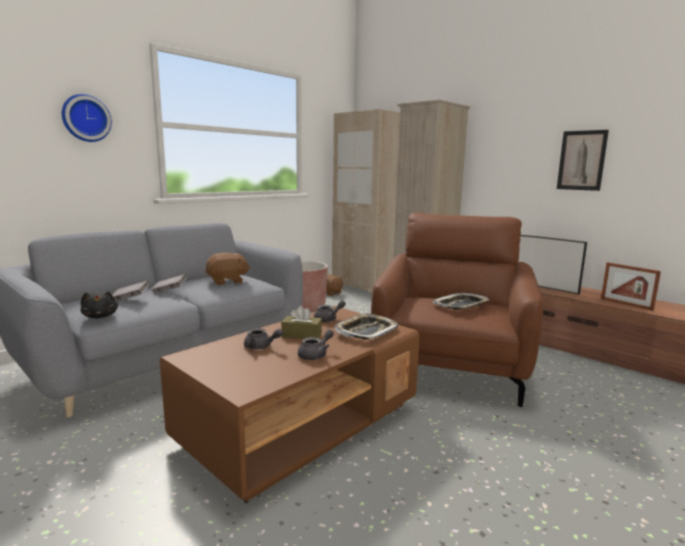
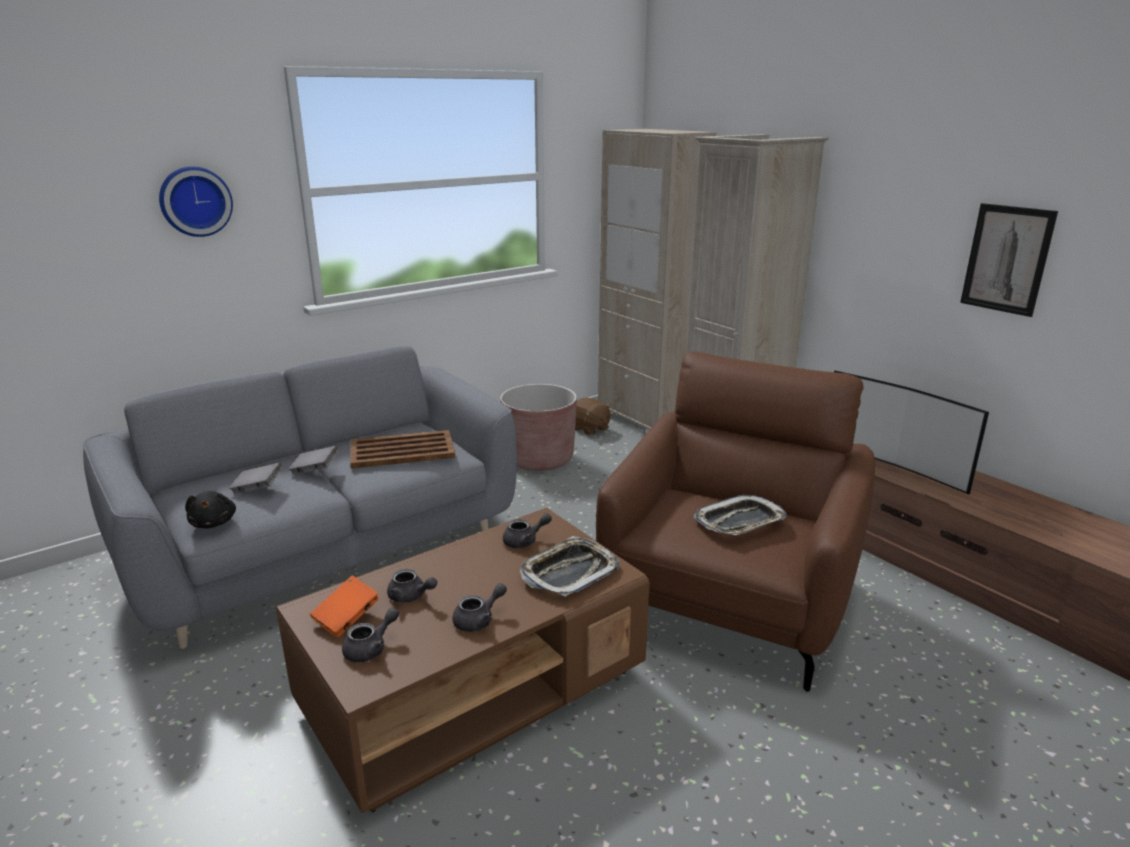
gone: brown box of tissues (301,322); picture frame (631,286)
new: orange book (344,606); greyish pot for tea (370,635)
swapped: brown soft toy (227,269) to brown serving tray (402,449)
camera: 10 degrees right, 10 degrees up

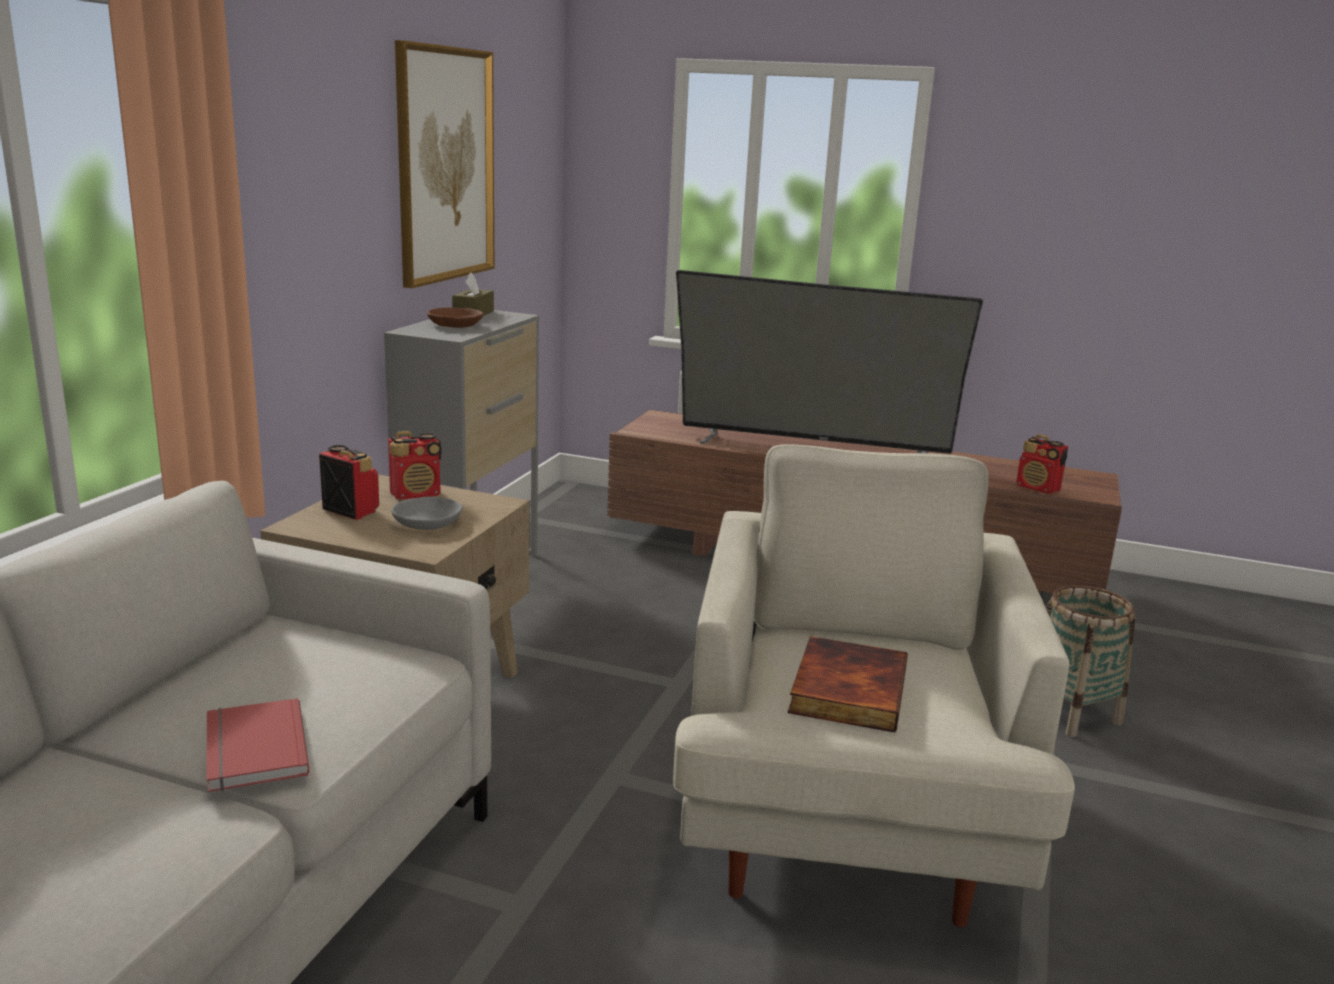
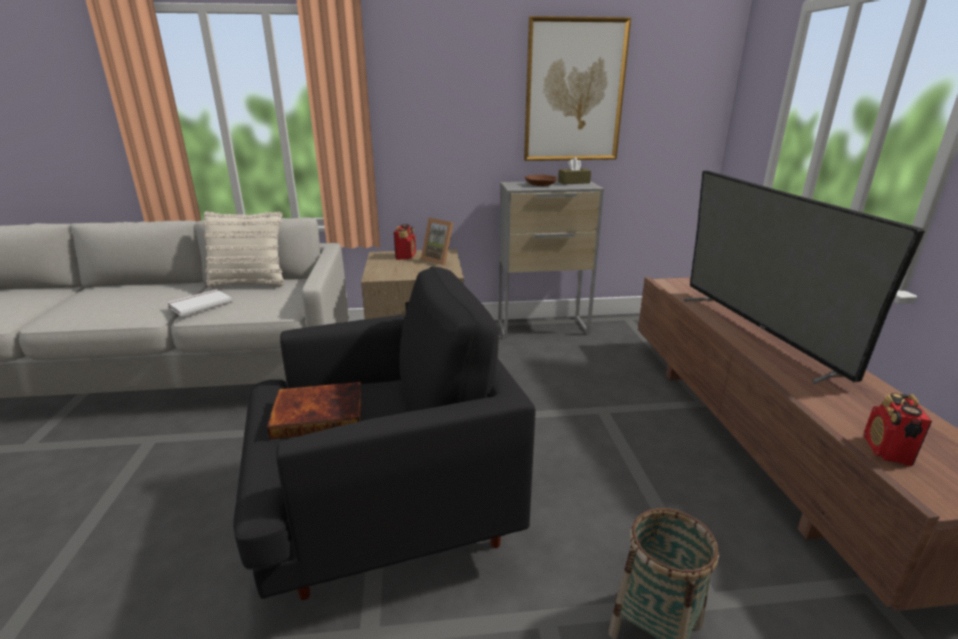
gone: greyish bowl (427,513)
new: sand-coloured cushion (243,249)
swapped: radio set (415,465) to picture frame (437,242)
repainted: red book (257,745) to white book (199,303); sand-coloured easy chair (874,685) to black-coloured easy chair (384,433)
camera: 65 degrees right, 5 degrees up

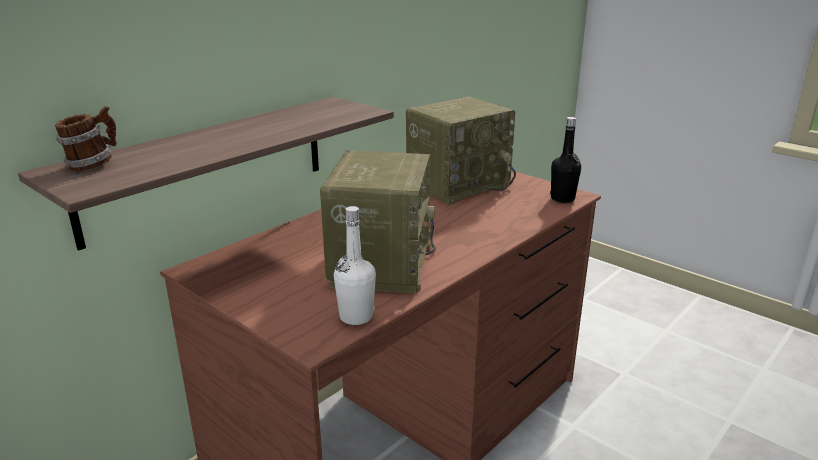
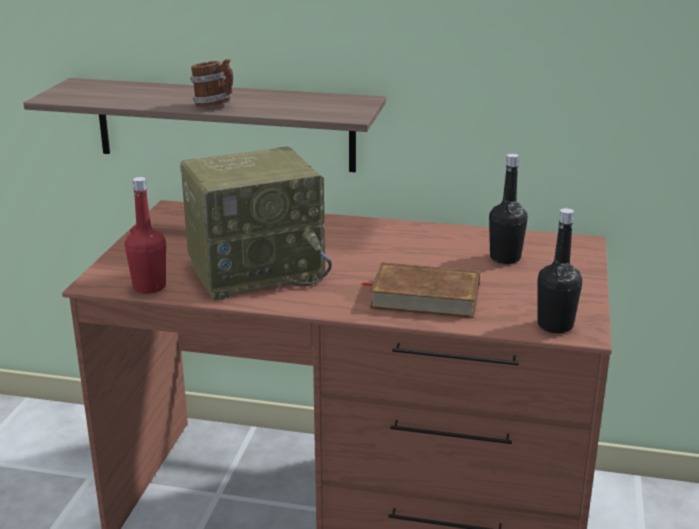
new: brown book (420,290)
shifted: mug (86,138) to (211,83)
swapped: radio set (461,150) to black-coloured bottle (508,209)
repainted: white bottle (355,265) to red bottle (145,235)
camera: 60 degrees right, 0 degrees up

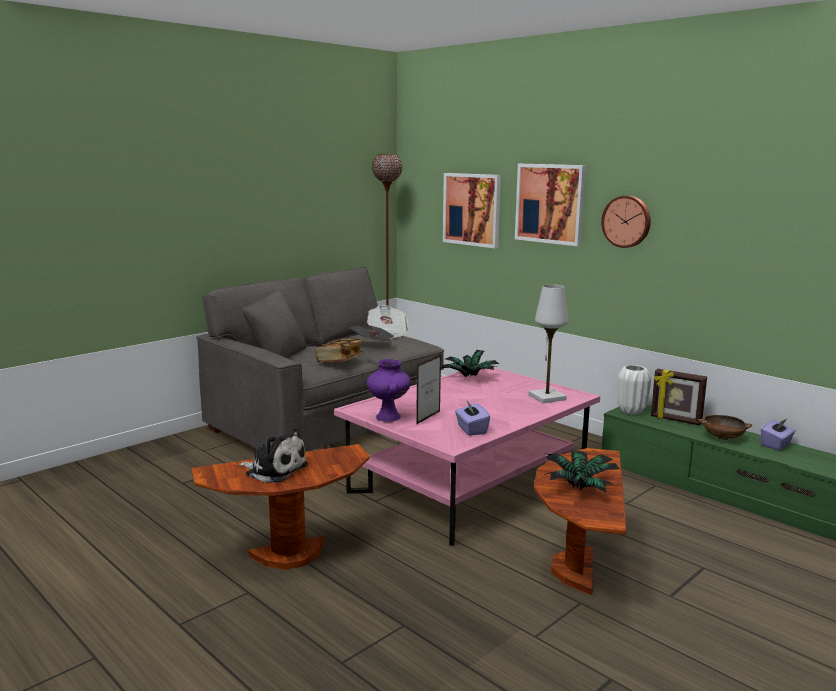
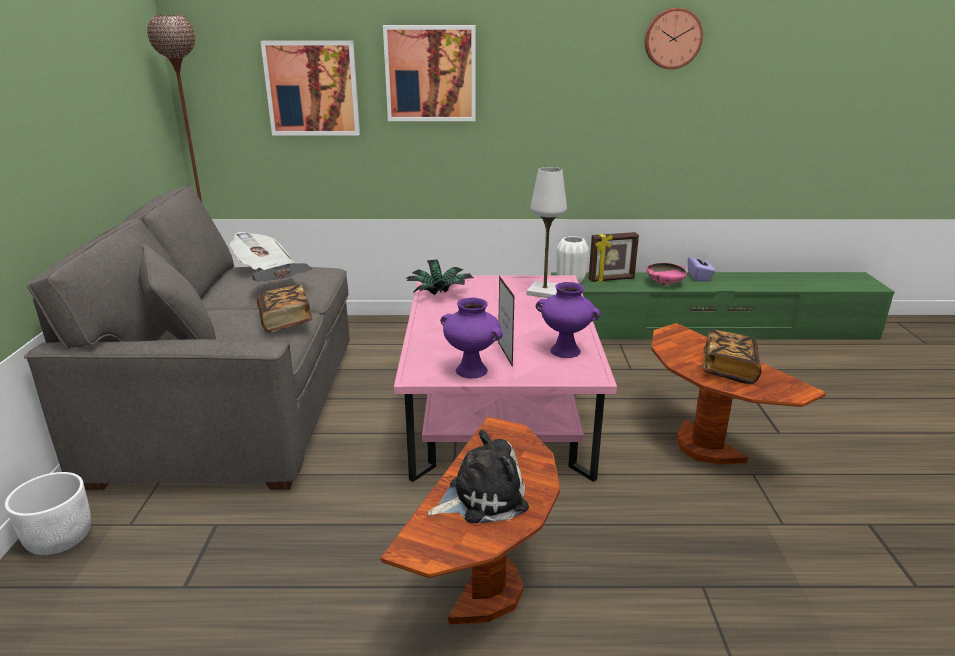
new: white plant pot (48,513)
shifted: clock on the wall (626,222) to (674,38)
swapped: purplish box of tissues (472,417) to purplish vase (568,320); potted plant (581,472) to book (732,357)
repainted: brown bowl (725,427) to pink bowl (666,274)
camera: 45 degrees left, 10 degrees up

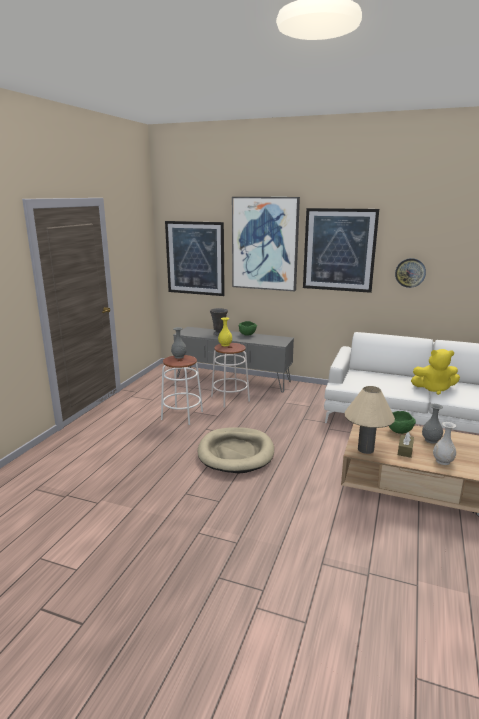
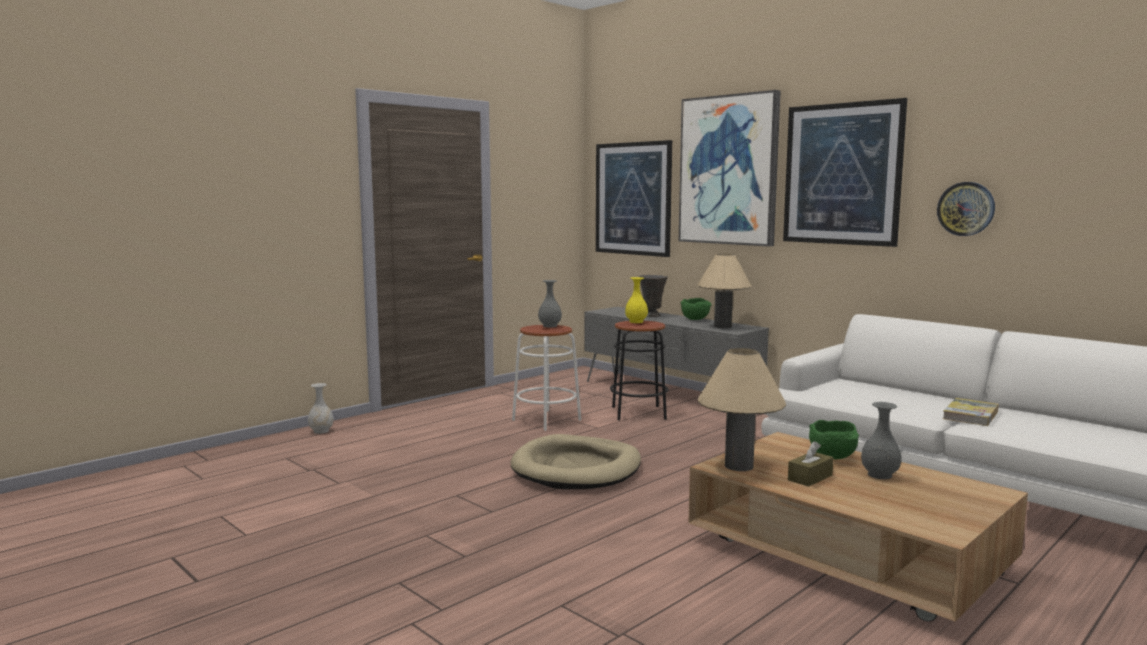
new: sand-coloured tabletop lamp (724,291)
shifted: white vase (444,443) to (320,408)
swapped: yellowish soft toy (435,372) to book (971,412)
repainted: white stool seat (230,375) to black-coloured stool seat (639,371)
camera: 25 degrees right, 10 degrees down

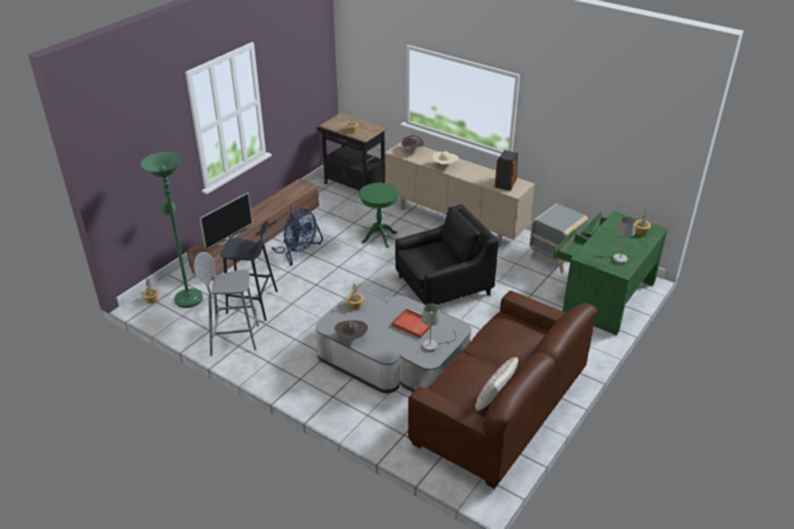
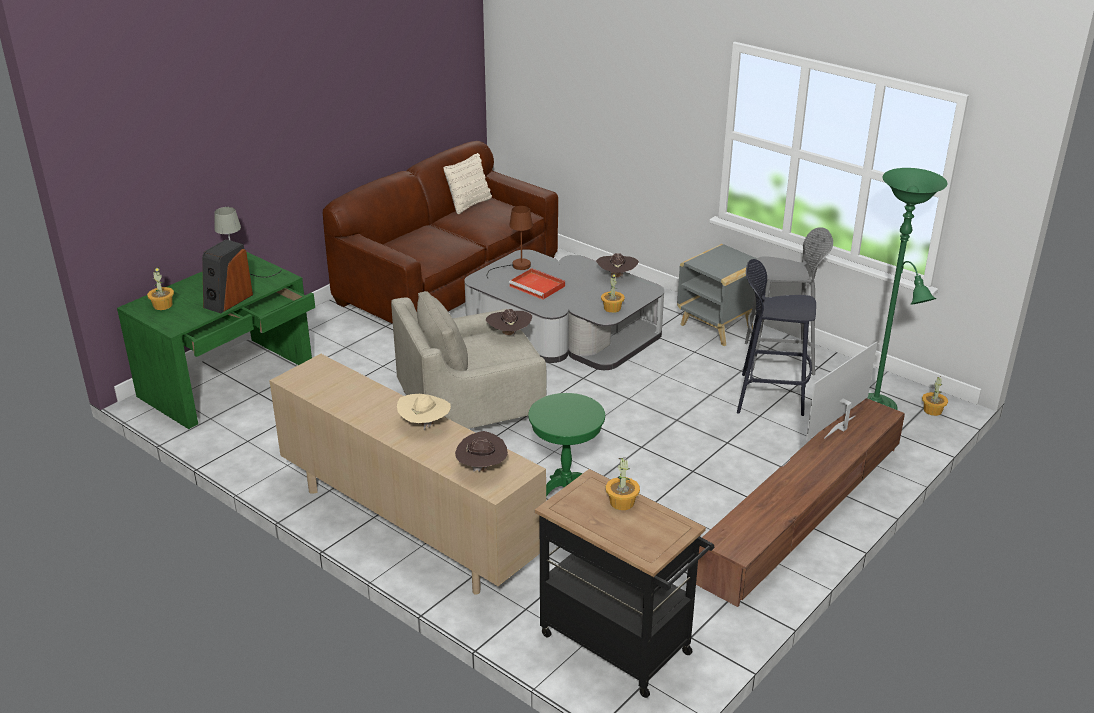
gone: blue-coloured fan (297,237)
new: brown wearable hat (509,322)
shifted: loudspeaker (506,170) to (227,276); greyish end table (559,238) to (717,295)
repainted: black-coloured easy chair (447,254) to sand-coloured easy chair (469,360); greyish tabletop lamp (438,327) to brown tabletop lamp (510,242)
camera: 175 degrees left, 5 degrees down

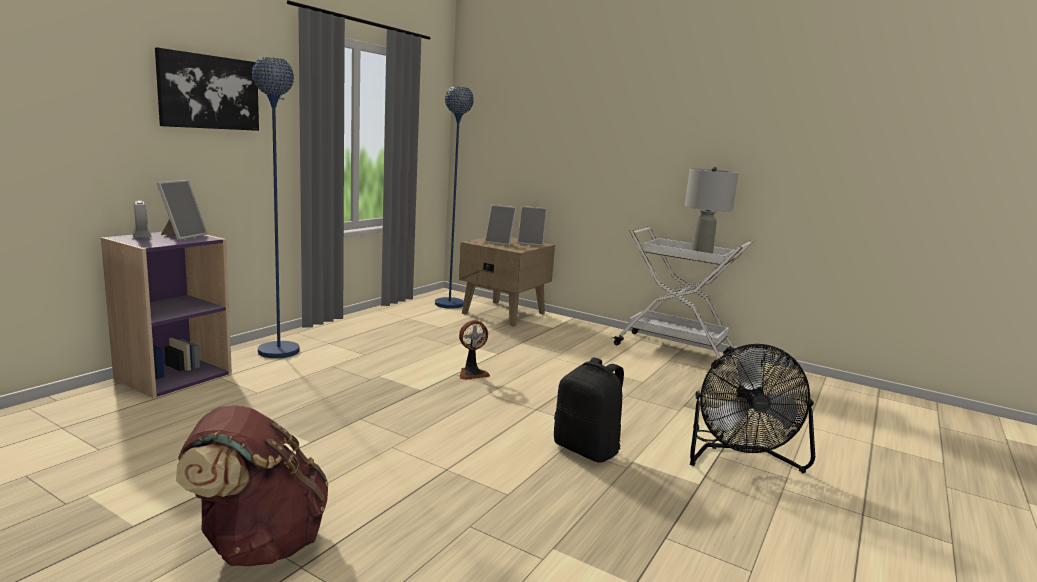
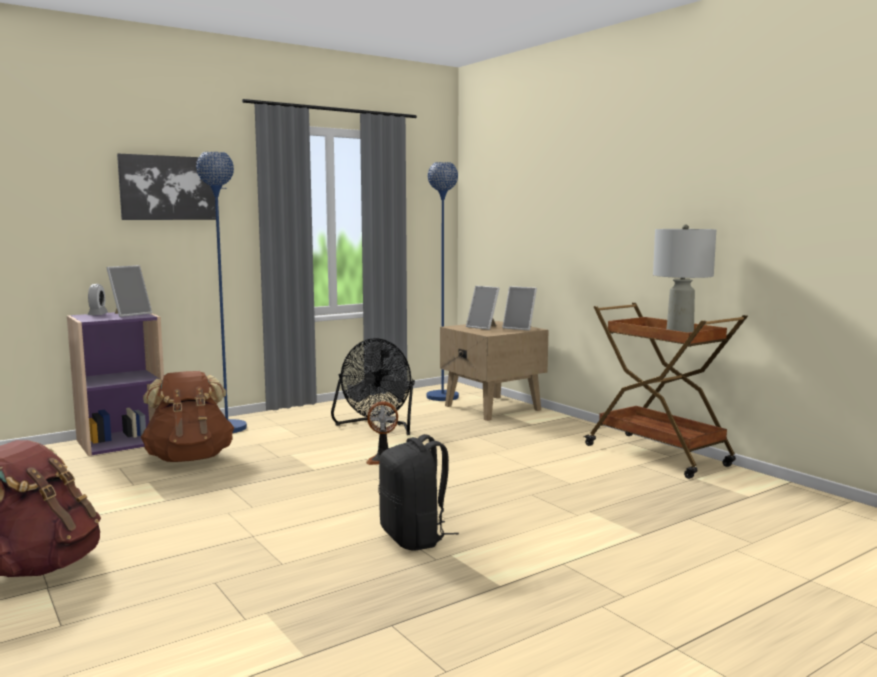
new: brown backpack (187,416)
shifted: black-coloured fan (752,408) to (373,386)
repainted: white cart (683,297) to brown cart (665,390)
camera: 25 degrees right, 5 degrees down

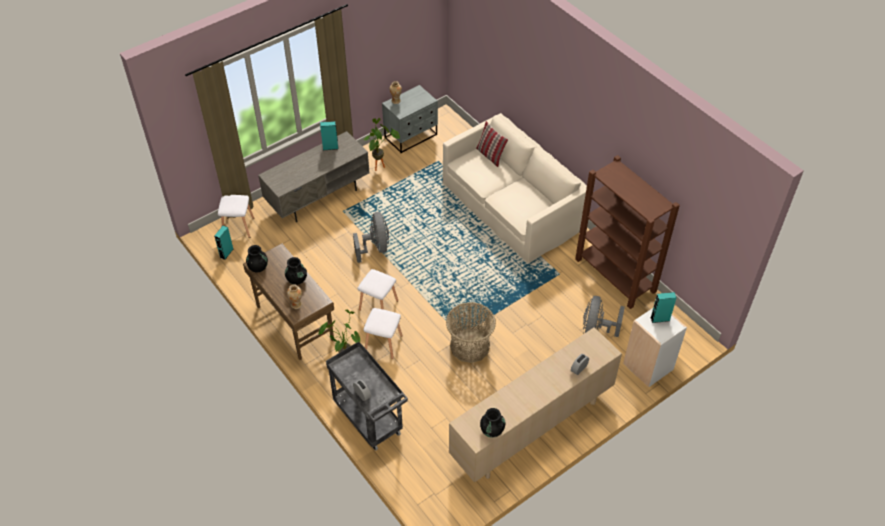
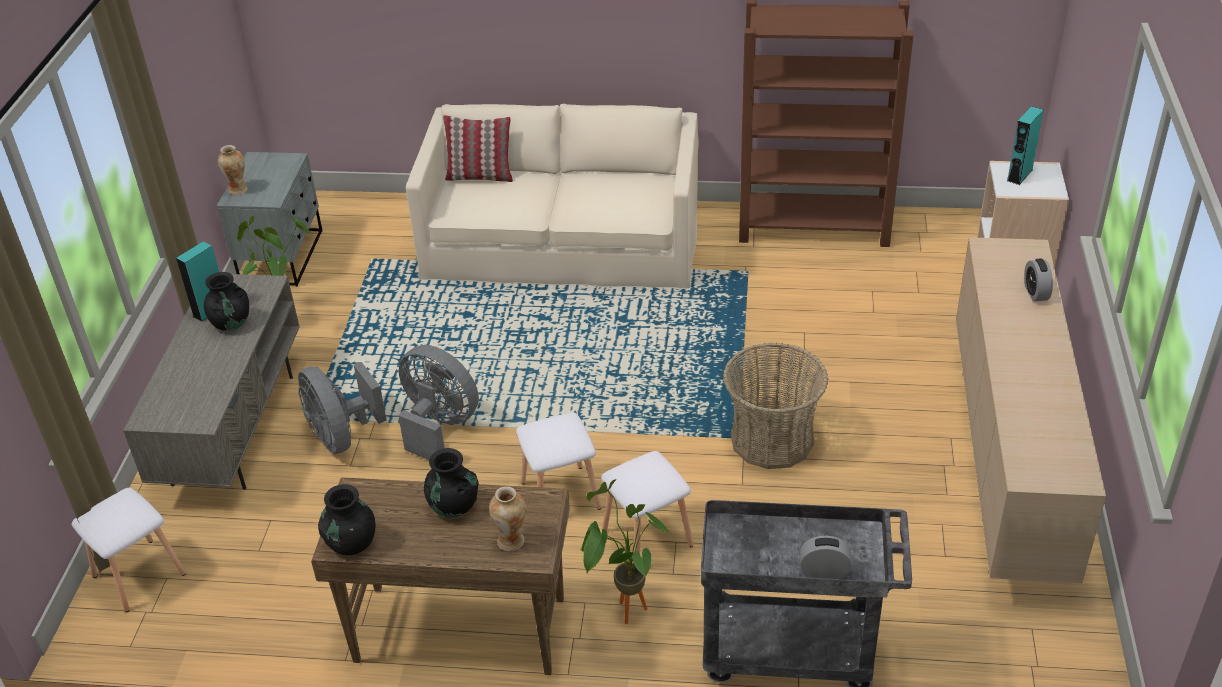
gone: turquoise loudspeaker (223,243)
shifted: black-coloured vase (492,423) to (226,301); greyish fan (604,316) to (342,408)
camera: 45 degrees left, 10 degrees down

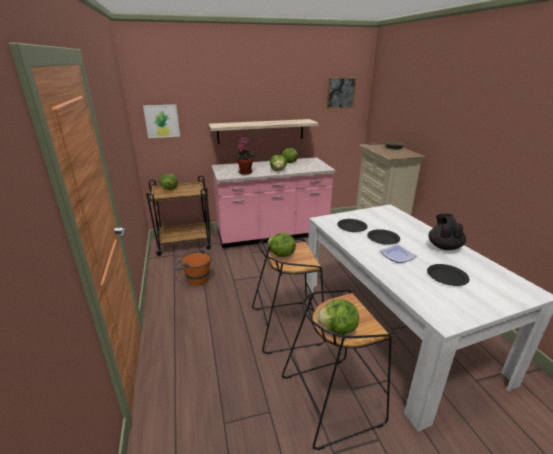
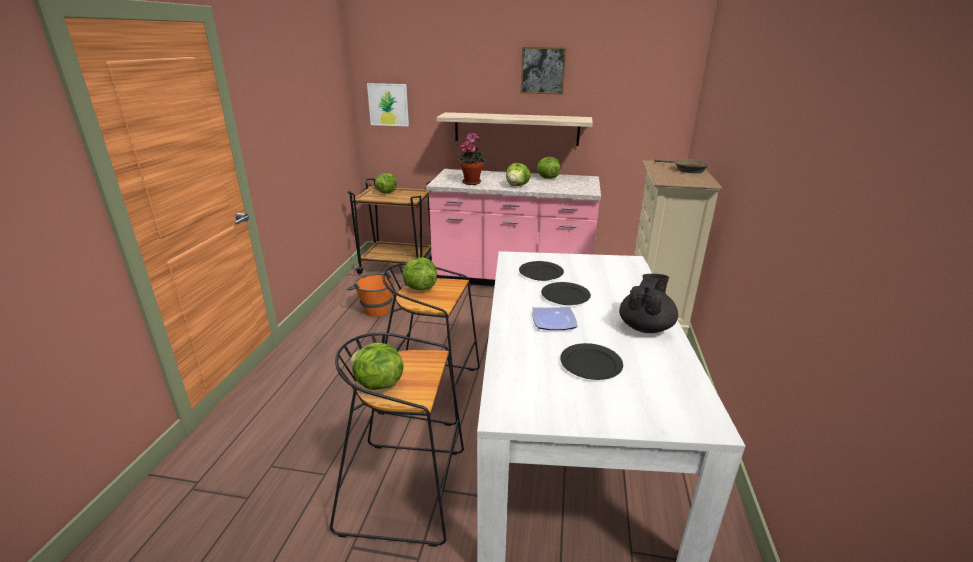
shifted: wall picture (341,92) to (543,71)
camera: 25 degrees right, 0 degrees up

